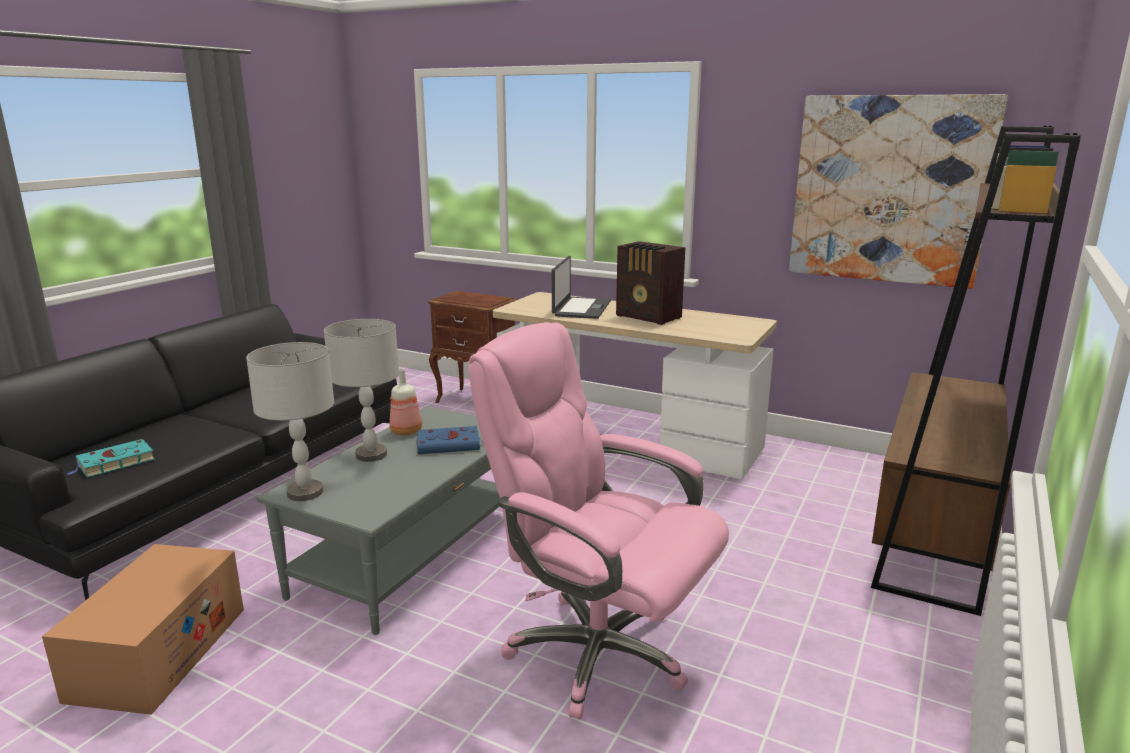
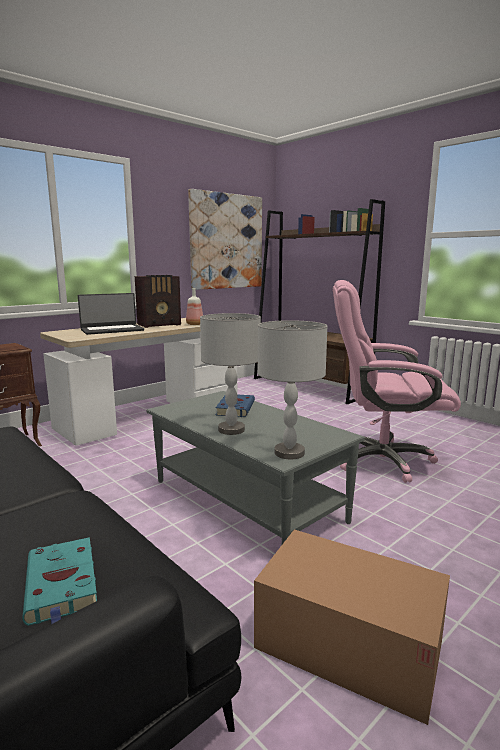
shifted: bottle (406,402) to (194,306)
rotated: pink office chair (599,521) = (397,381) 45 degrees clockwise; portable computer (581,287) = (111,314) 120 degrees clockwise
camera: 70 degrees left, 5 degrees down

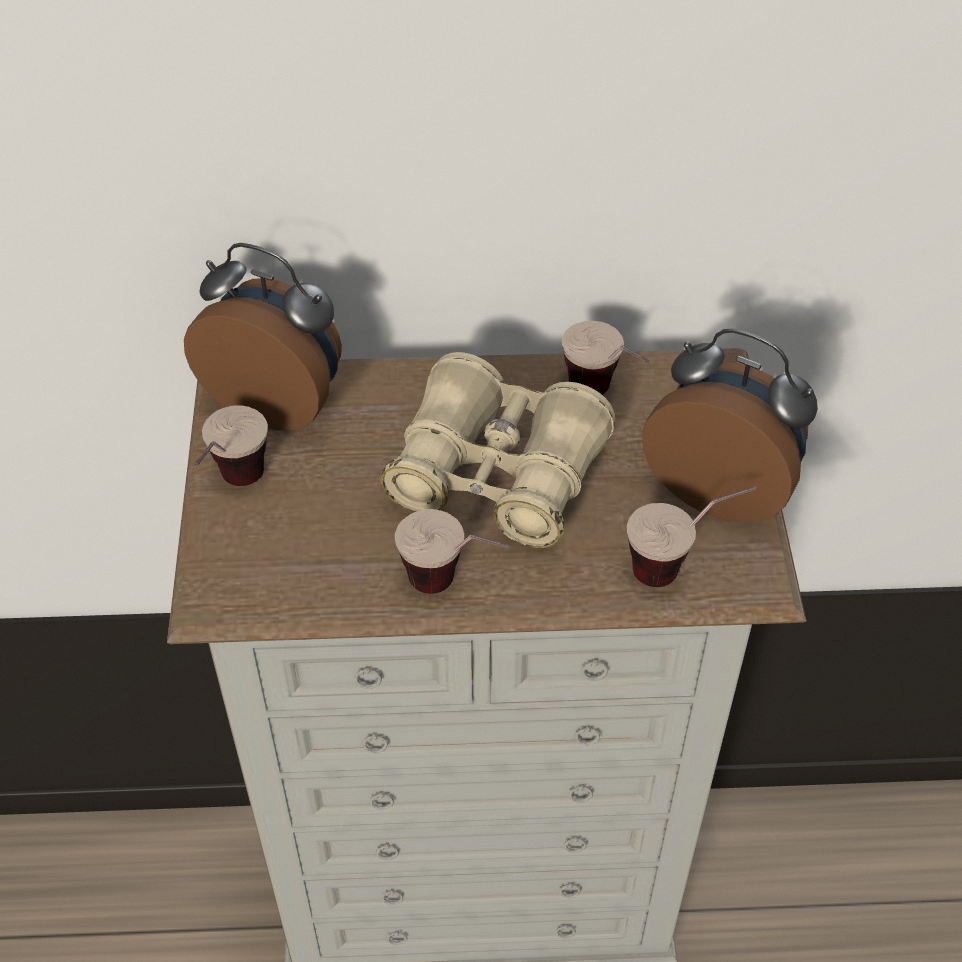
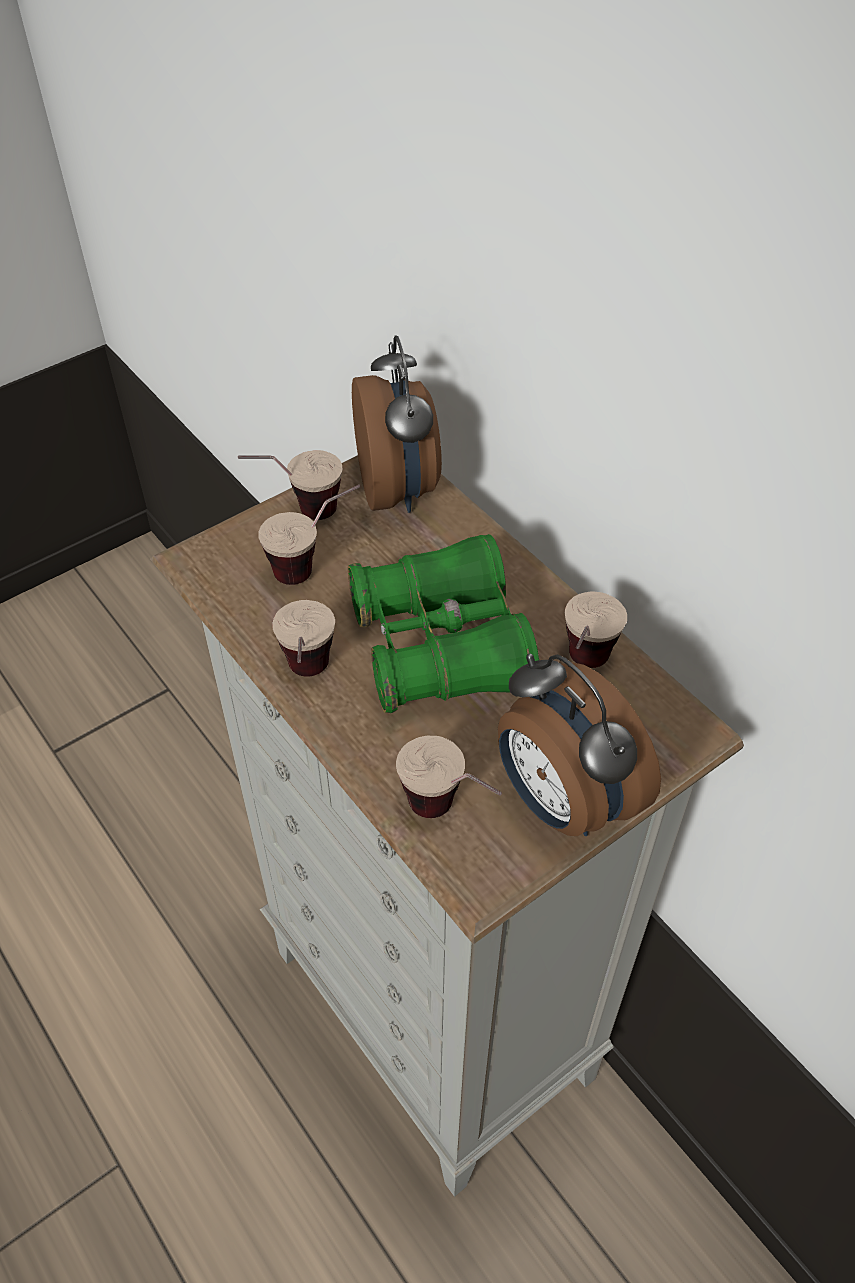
new: cup (309,535)
repainted: sand-coloured field glasses (497,450) to greenish field glasses (443,623)
rotated: alarm clock (730,426) = (579,744) 150 degrees clockwise
camera: 55 degrees right, 0 degrees up

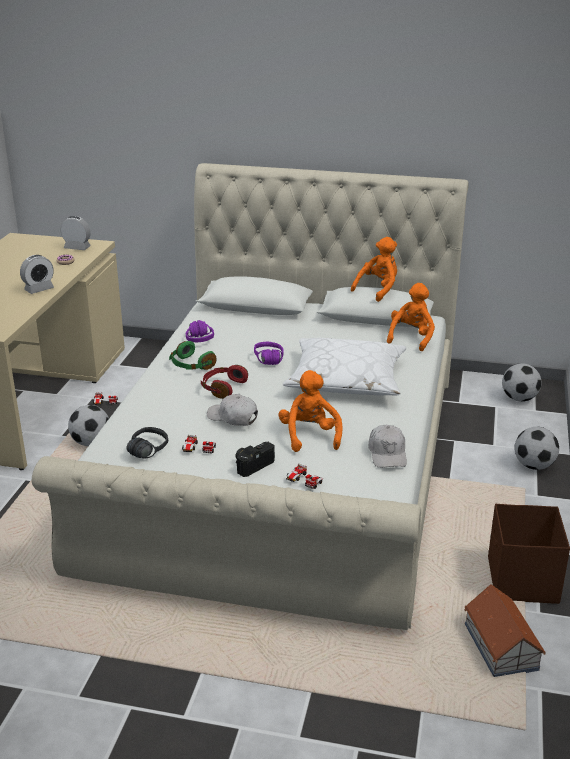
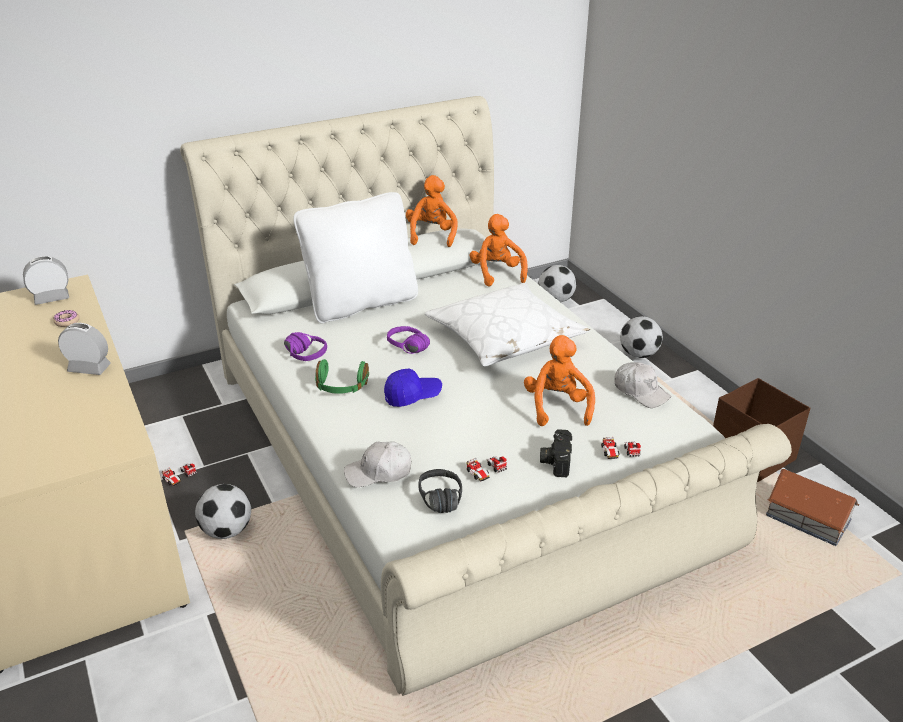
new: white cushion (355,257)
shifted: white peaked cap (232,410) to (377,464)
swapped: red pair of headphones (224,382) to blue-coloured peaked cap (413,387)
rotated: alarm clock (37,274) = (84,349) 90 degrees counterclockwise; orange soft toy (311,411) = (559,380) 45 degrees clockwise
camera: 40 degrees left, 5 degrees up

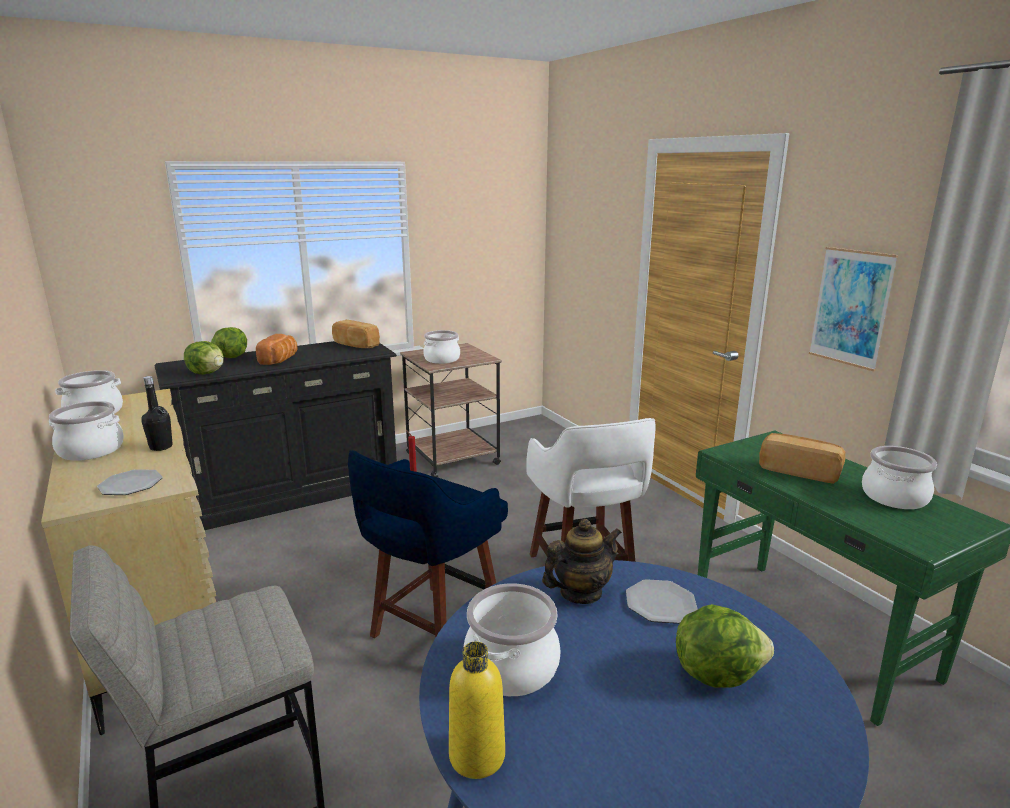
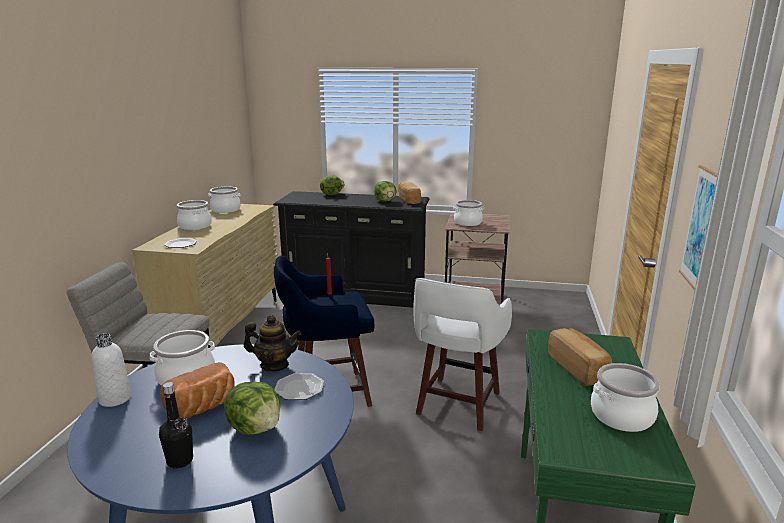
shifted: black-coloured bottle (157,413) to (176,425); head of lettuce (204,358) to (385,191); bread (277,349) to (197,390)
repainted: yellowish bottle (477,710) to white bottle (111,370)
camera: 40 degrees right, 0 degrees up

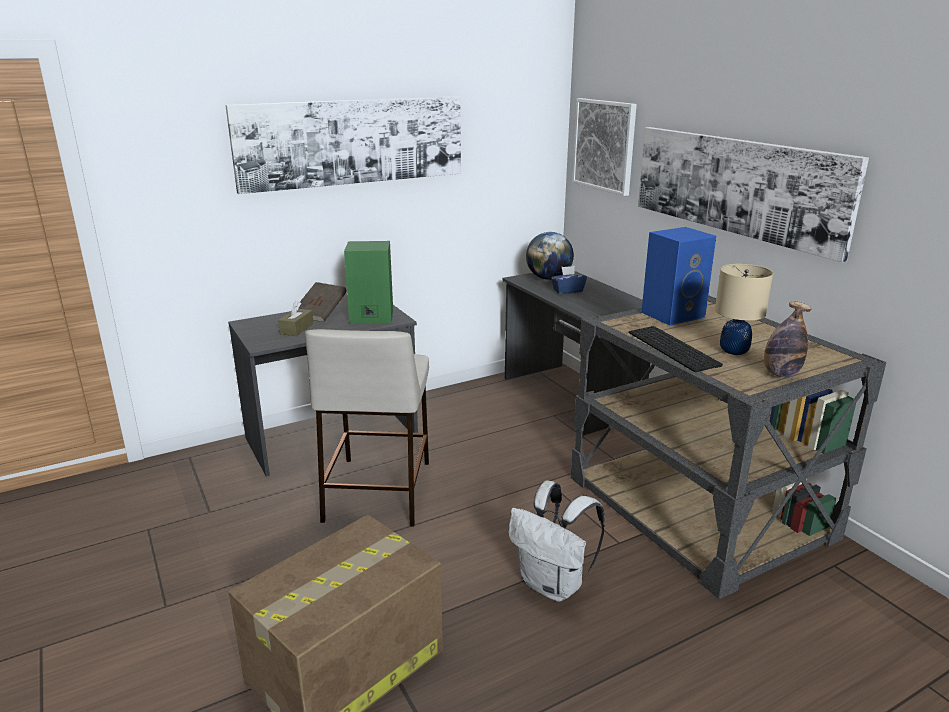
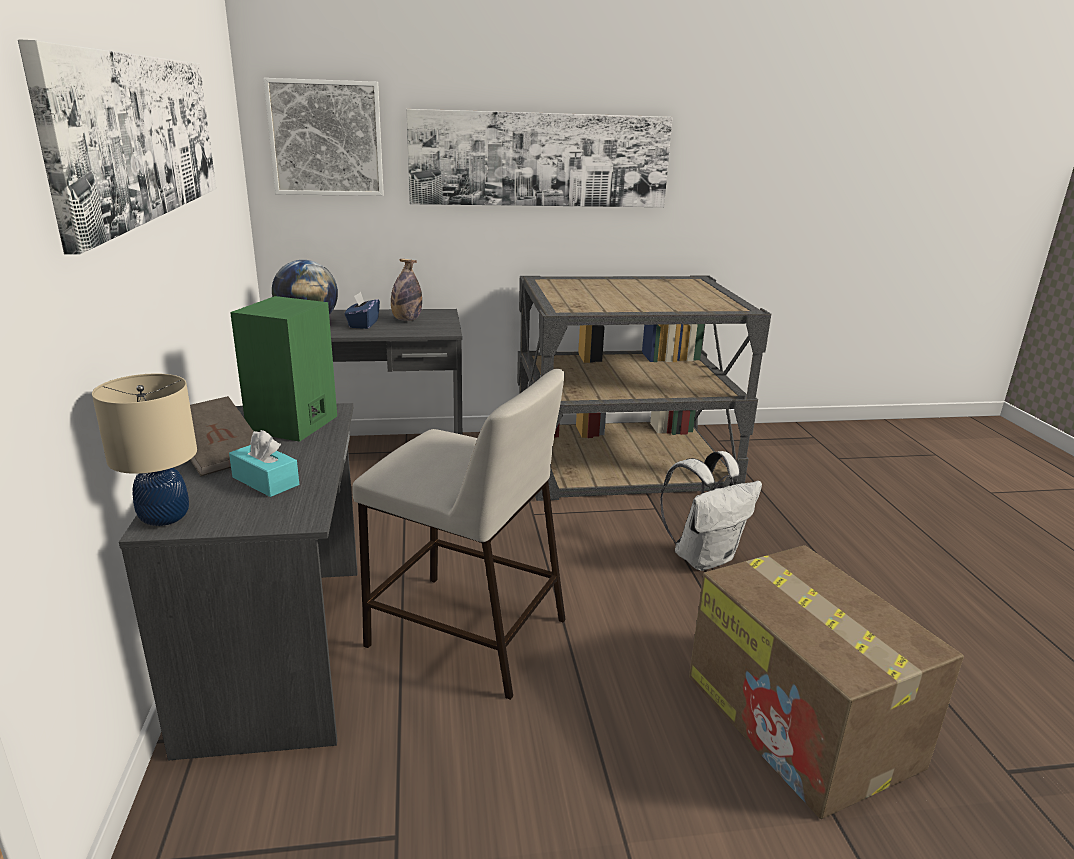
gone: keyboard (676,349); blue-coloured loudspeaker (678,276)
shifted: sand-coloured tabletop lamp (744,309) to (144,450); bottle (788,339) to (406,290)
repainted: brown box of tissues (295,318) to turquoise box of tissues (264,463)
camera: 70 degrees left, 0 degrees up

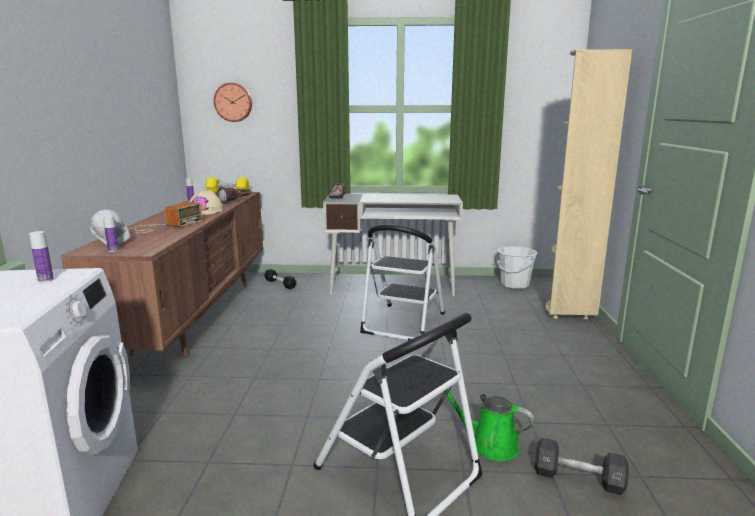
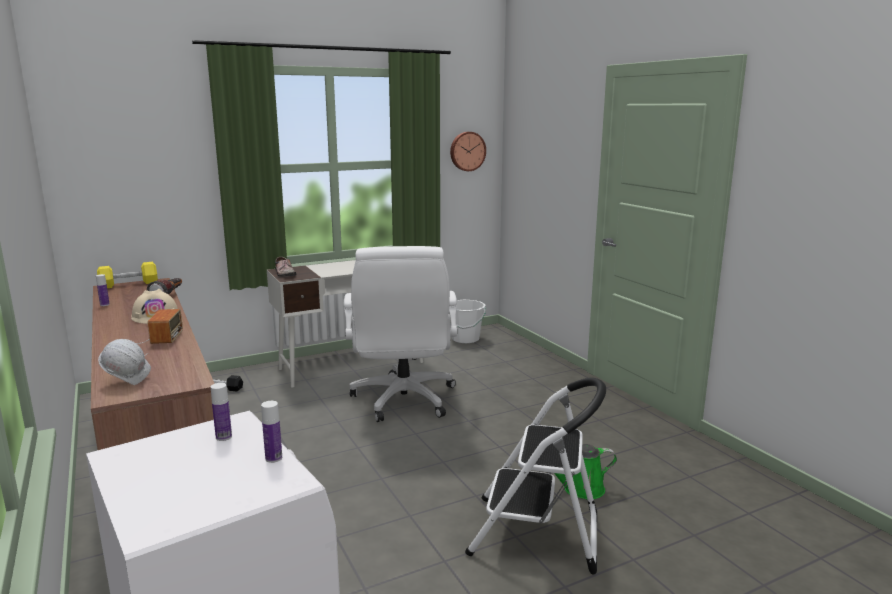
gone: black-coloured hand weight (582,466); sand-coloured shelving unit (588,184)
shifted: bottle (111,234) to (271,432); clock on the wall (233,102) to (468,151)
swapped: step stool (402,282) to white office chair (400,334)
camera: 30 degrees left, 0 degrees up

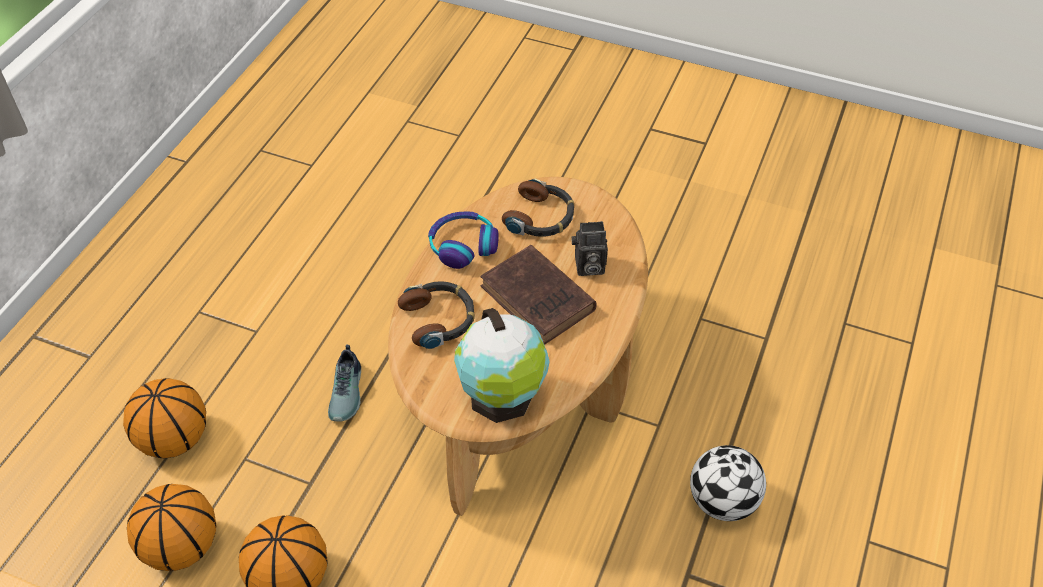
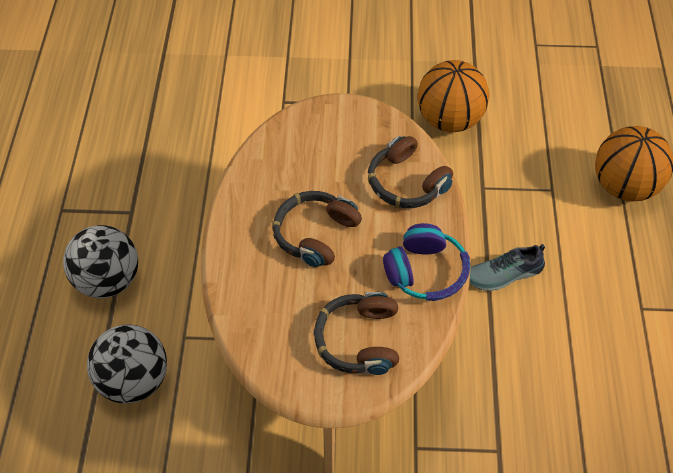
gone: basketball (171,527); desk globe (502,365); still camera (590,248)
new: football (127,364)
swapped: brown book (538,295) to pair of headphones (317,229)
rotated: item of footwear (344,383) = (507,267) 90 degrees counterclockwise
camera: 160 degrees right, 5 degrees up

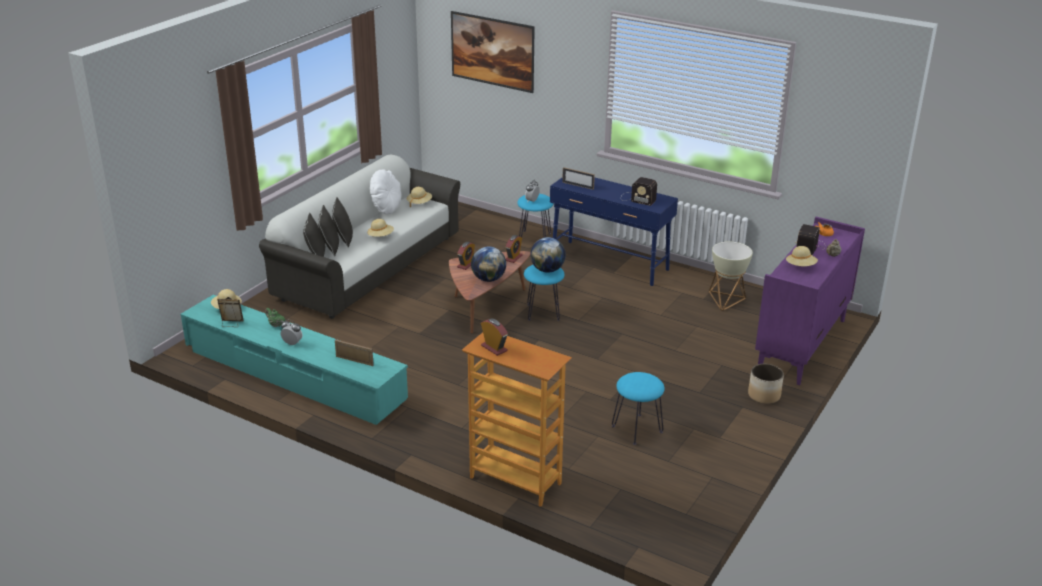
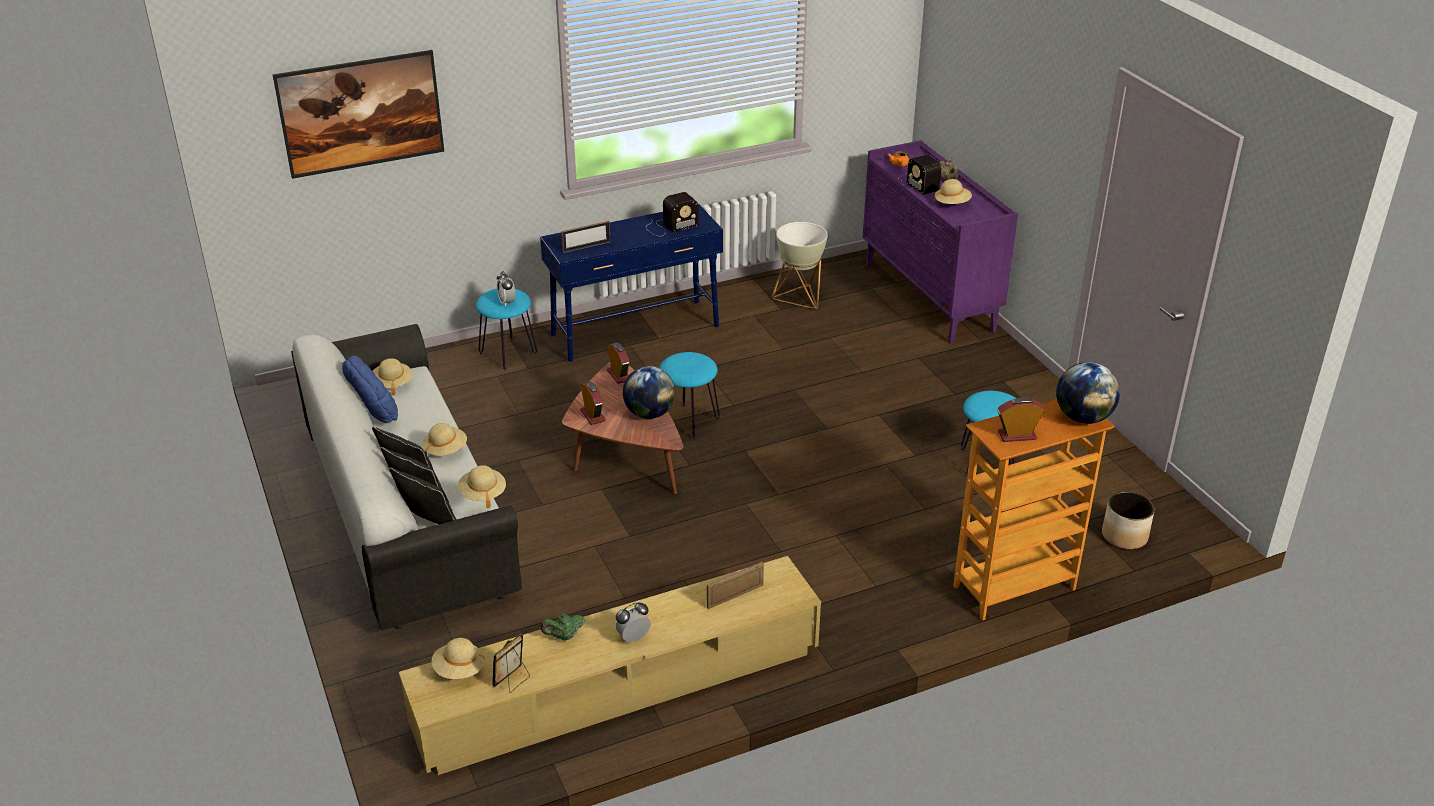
new: sand-coloured wearable hat (482,486)
shifted: desk globe (548,255) to (1088,393); plant pot (766,384) to (1128,520)
repainted: turquoise tv unit (294,360) to sand-coloured tv unit (610,665); white cushion (385,192) to blue-coloured cushion (370,389)
camera: 55 degrees left, 5 degrees up

